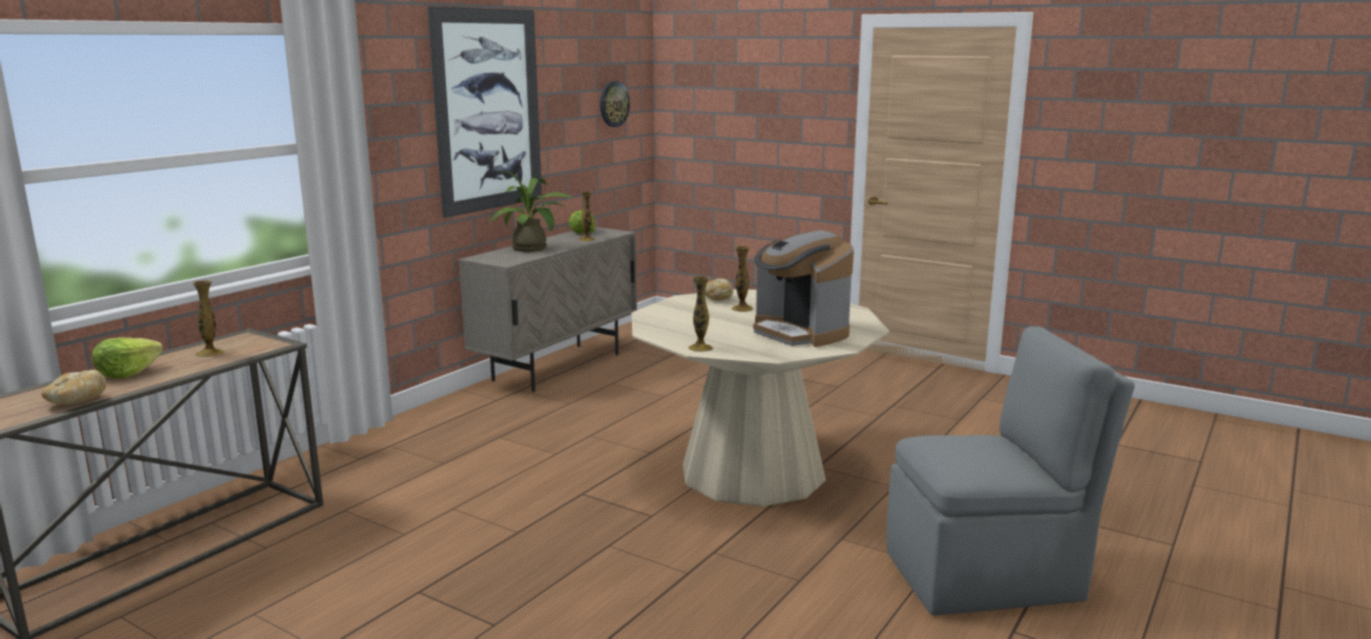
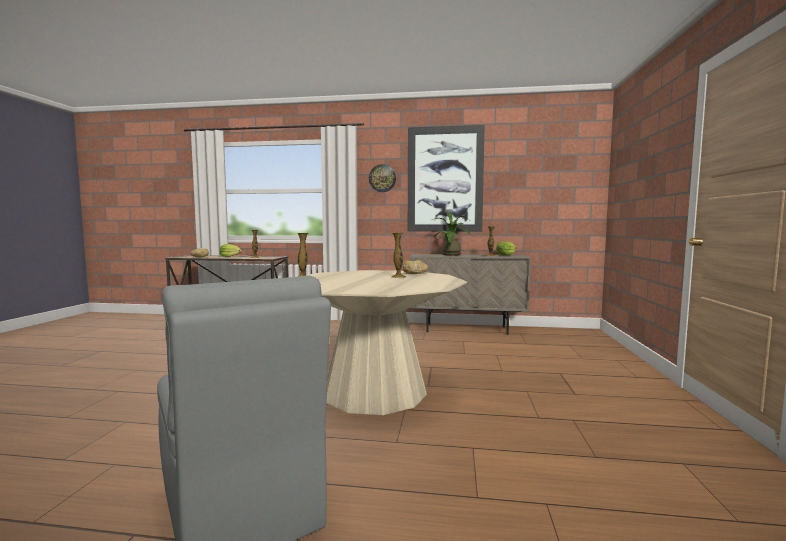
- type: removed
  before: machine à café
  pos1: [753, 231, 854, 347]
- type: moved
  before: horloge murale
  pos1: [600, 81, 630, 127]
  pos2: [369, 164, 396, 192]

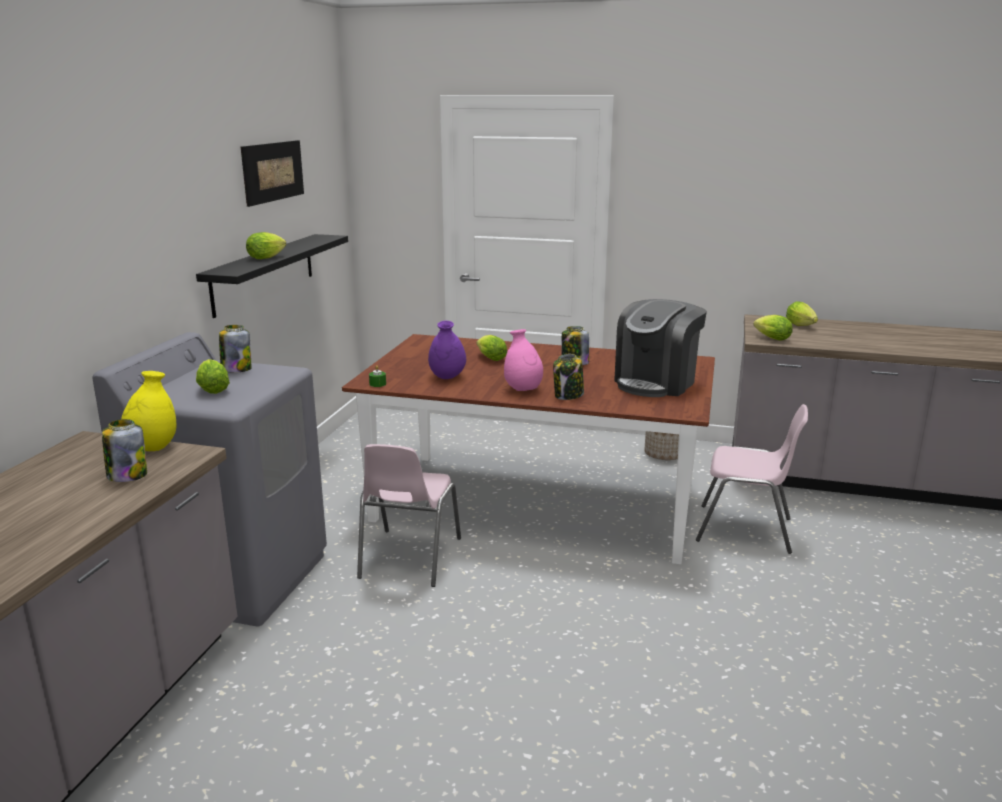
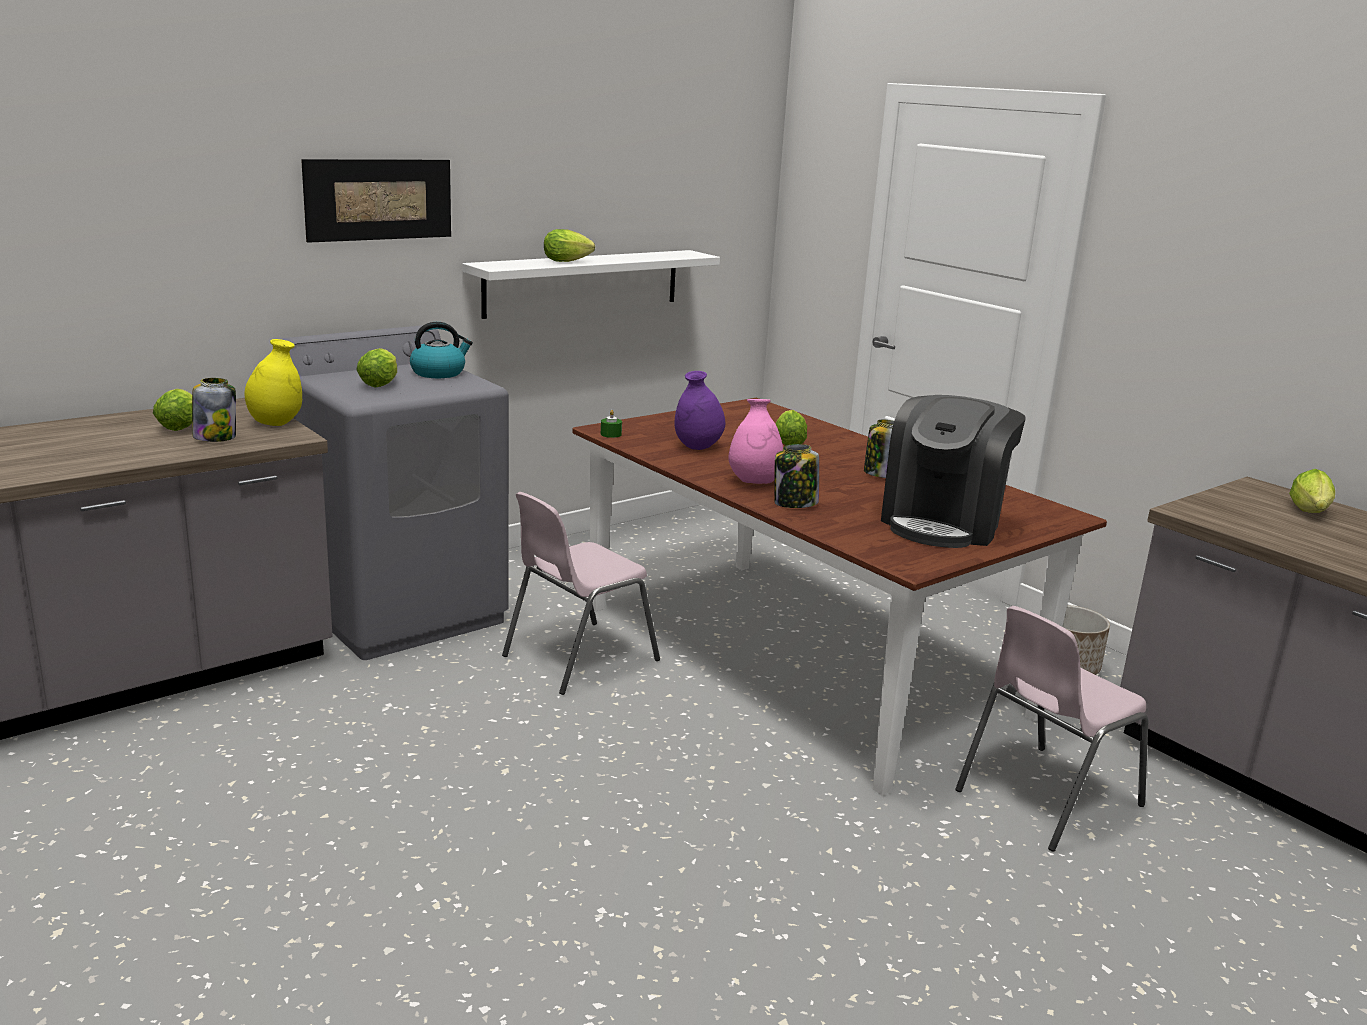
- type: moved
  before: tableau
  pos1: [241, 140, 304, 207]
  pos2: [301, 159, 451, 243]
- type: moved
  before: laitue
  pos1: [753, 315, 793, 341]
  pos2: [153, 389, 192, 431]
- type: replaced
  before: bocal
  after: bouilloire
  pos1: [219, 325, 252, 373]
  pos2: [410, 322, 473, 378]
- type: recoloured
  before: étagère/noir
  after: étagère/blanc
  pos1: [196, 234, 348, 318]
  pos2: [462, 250, 720, 319]
- type: turned
  before: machine à café
  pos1: [614, 299, 707, 397]
  pos2: [881, 395, 1025, 548]
  turn: -45
- type: turned
  before: chaise/rose
  pos1: [696, 404, 808, 554]
  pos2: [955, 606, 1148, 852]
  turn: 90

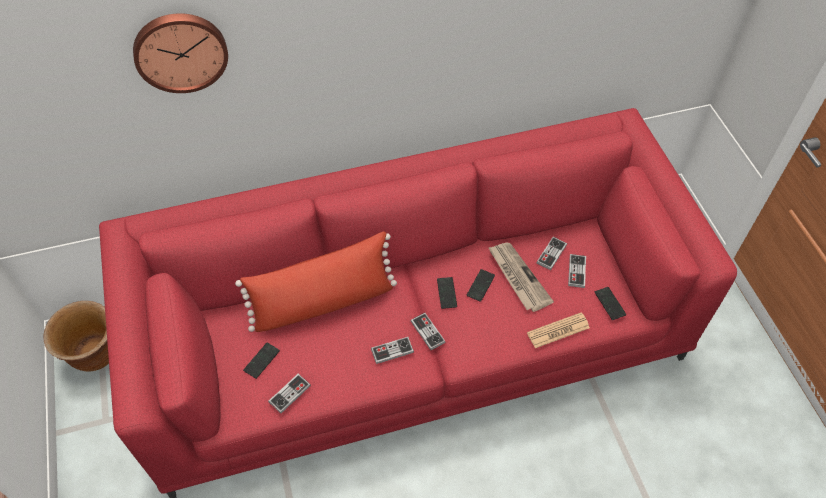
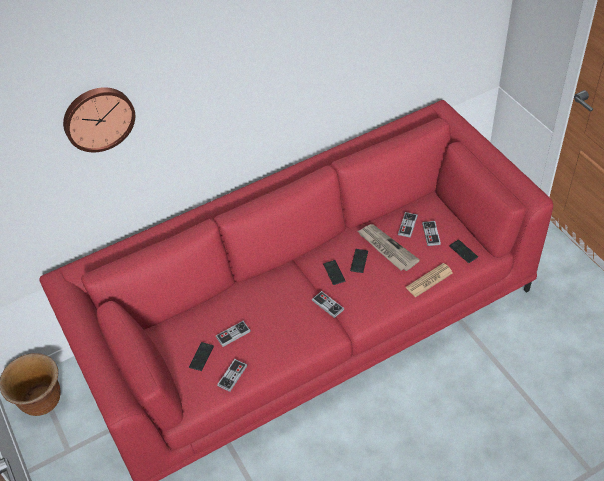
- type: removed
  before: coussin/rouge
  pos1: [235, 232, 397, 332]
- type: moved
  before: manette
  pos1: [371, 337, 414, 364]
  pos2: [215, 321, 251, 347]

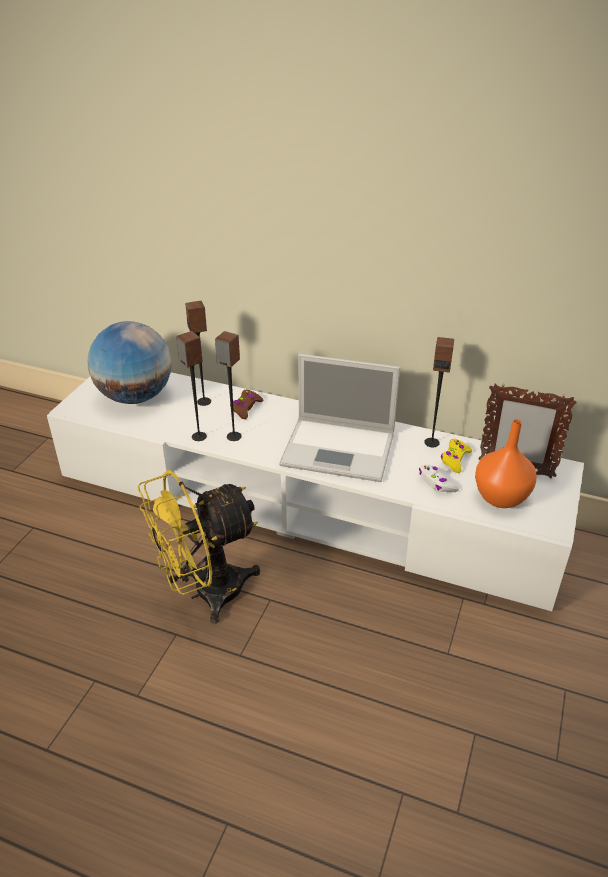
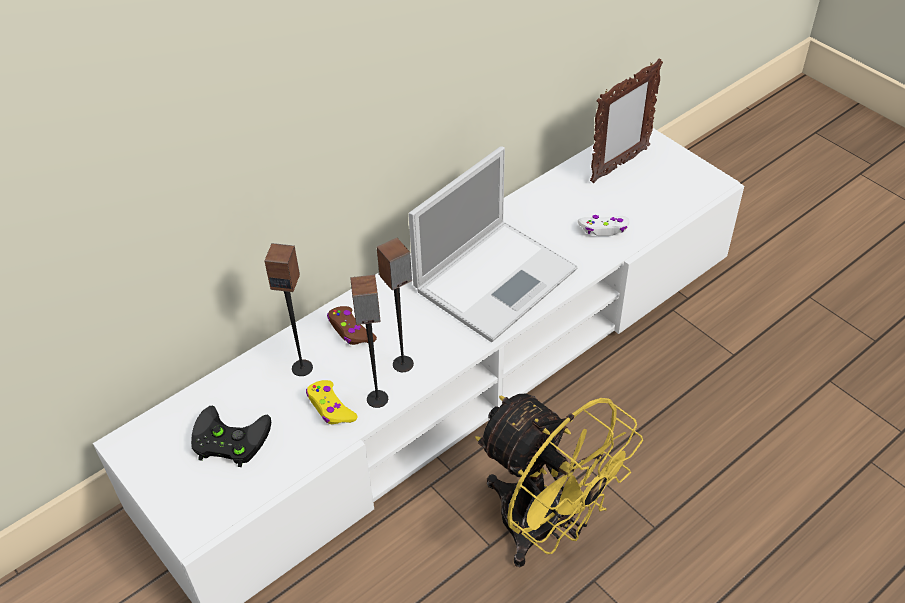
- type: removed
  before: enceinte
  pos1: [424, 337, 454, 447]
- type: removed
  before: vase/orange
  pos1: [475, 419, 536, 508]
- type: moved
  before: manette/jaune
  pos1: [441, 439, 472, 473]
  pos2: [306, 380, 358, 424]
- type: replaced
  before: globe
  after: manette/noir
  pos1: [87, 321, 171, 404]
  pos2: [191, 406, 271, 467]
- type: turned
  before: ventilateur/jaune
  pos1: [138, 470, 260, 624]
  pos2: [475, 394, 643, 568]
  turn: -45

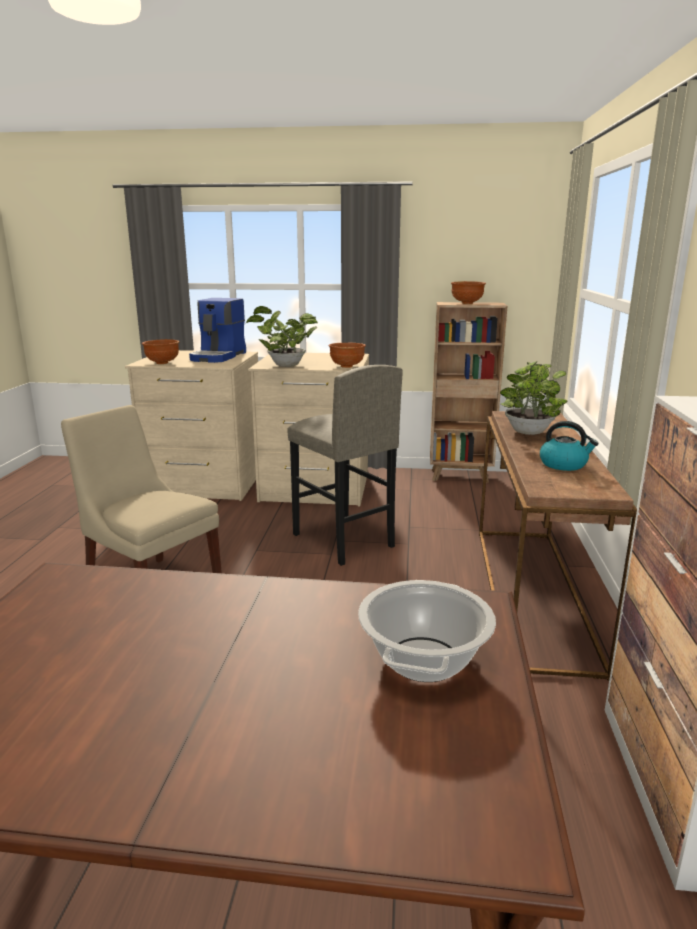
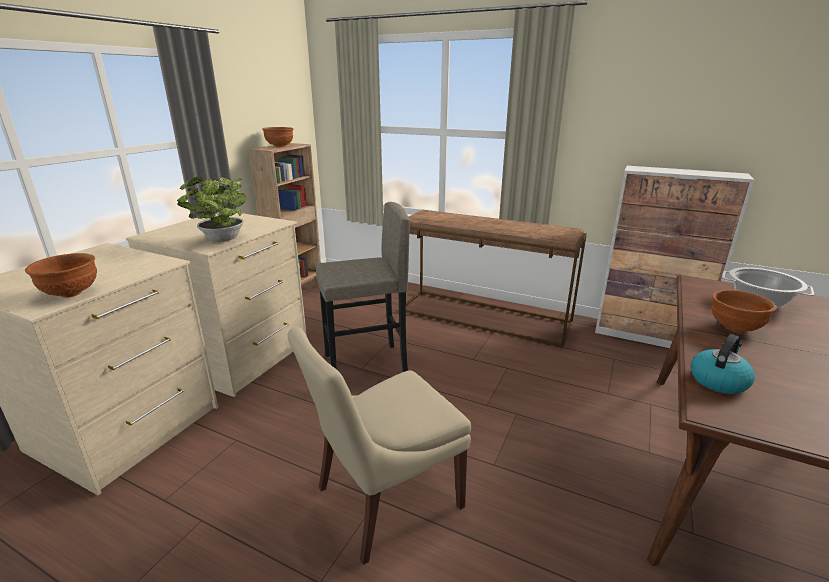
- type: removed
  before: machine à café
  pos1: [189, 298, 246, 363]
- type: removed
  before: plante en pot
  pos1: [500, 361, 567, 435]
- type: moved
  before: bol/marron
  pos1: [329, 343, 366, 368]
  pos2: [712, 290, 777, 332]
- type: moved
  before: bouilloire
  pos1: [540, 421, 598, 471]
  pos2: [691, 334, 755, 394]

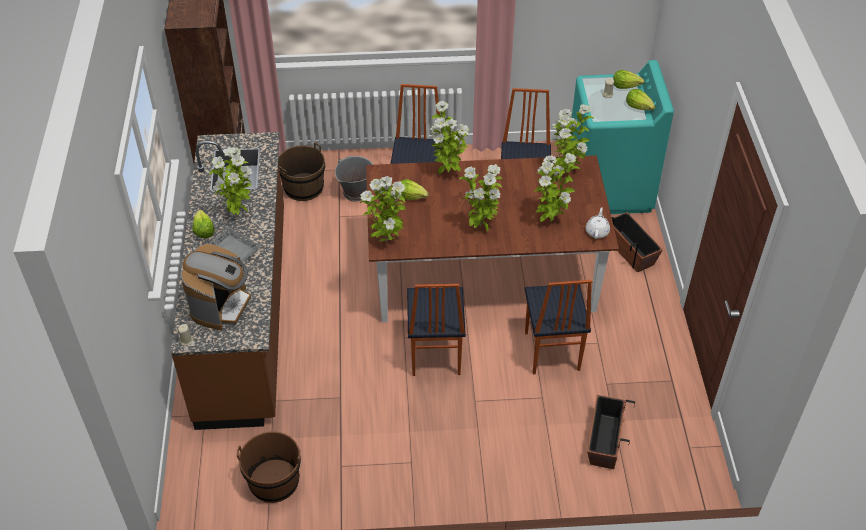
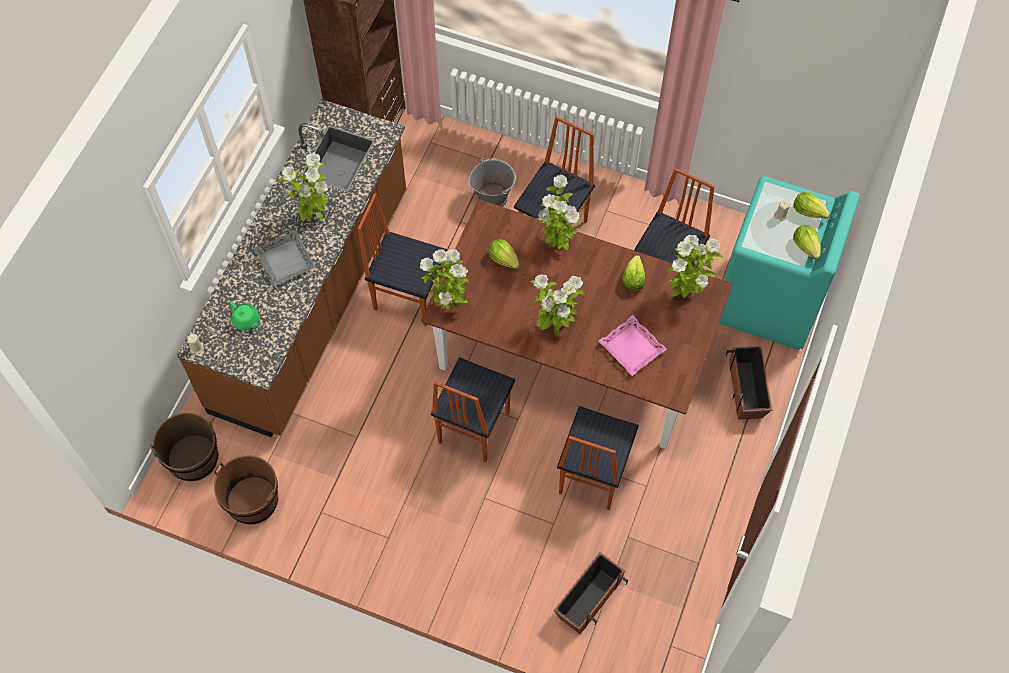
- type: removed
  before: théière/blanc
  pos1: [586, 207, 610, 239]
- type: added
  after: chaise
  pos2: [358, 193, 447, 327]
- type: moved
  before: laitue
  pos1: [193, 210, 215, 238]
  pos2: [622, 255, 645, 291]
- type: moved
  before: seau/marron
  pos1: [278, 142, 325, 201]
  pos2: [150, 413, 219, 481]
- type: replaced
  before: machine à café
  after: théière/vert
  pos1: [181, 244, 251, 330]
  pos2: [229, 301, 260, 331]
- type: replaced
  before: plante en pot
  after: plateau/rose
  pos1: [534, 153, 580, 222]
  pos2: [599, 315, 667, 376]

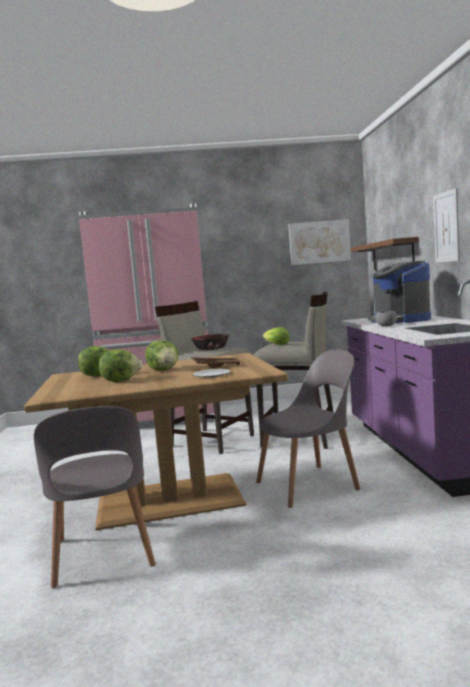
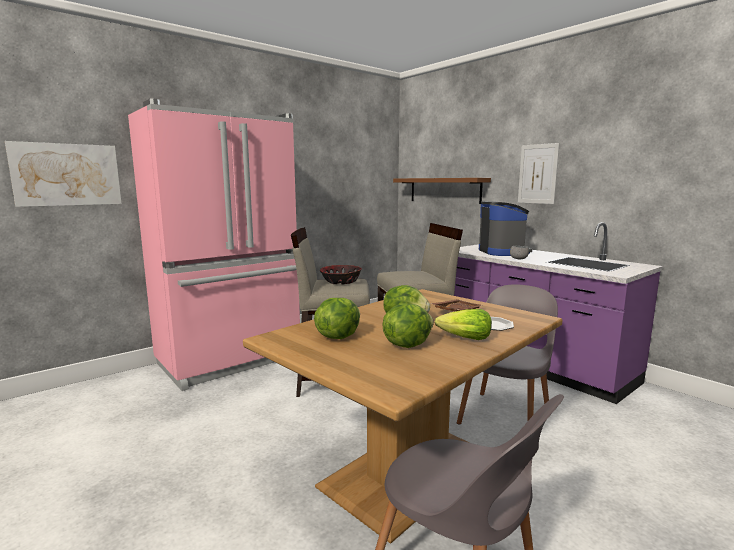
- type: moved
  before: laitue
  pos1: [263, 327, 290, 345]
  pos2: [435, 309, 492, 340]
- type: moved
  before: tableau
  pos1: [288, 219, 351, 265]
  pos2: [5, 141, 122, 207]
- type: turned
  before: machine à café
  pos1: [368, 261, 431, 323]
  pos2: [479, 201, 532, 256]
  turn: -135

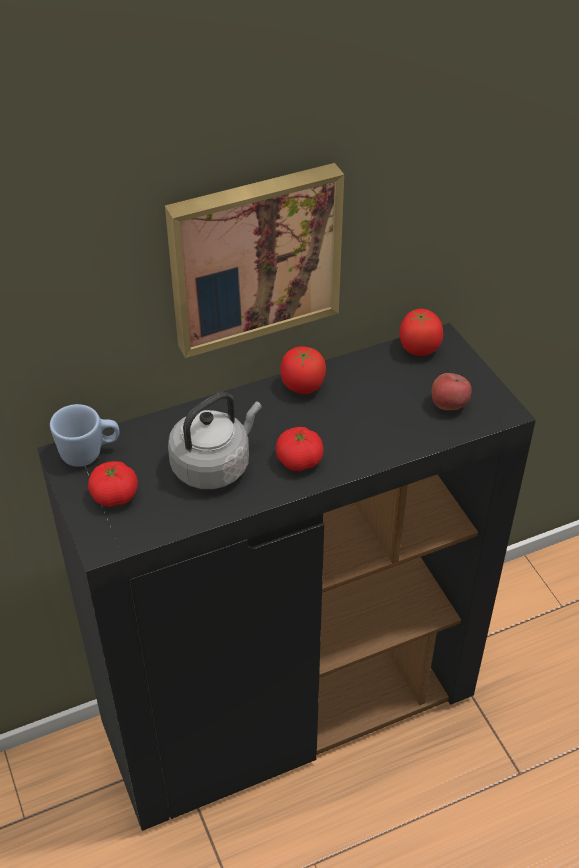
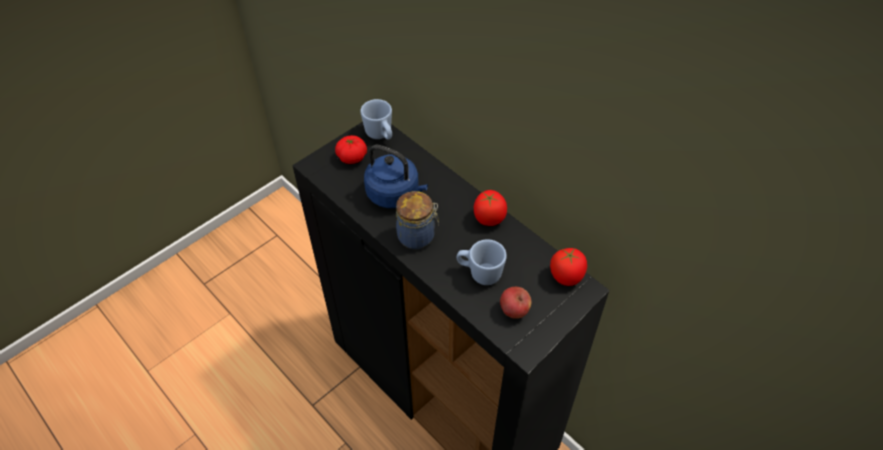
- type: removed
  before: tableau
  pos1: [165, 163, 344, 358]
- type: added
  after: mug/bleu
  pos2: [457, 239, 507, 285]
- type: replaced
  before: tomate
  after: bocal
  pos1: [276, 427, 324, 471]
  pos2: [396, 191, 439, 249]
- type: recoloured
  before: bouilloire/gris
  after: bouilloire/bleu
  pos1: [168, 392, 262, 489]
  pos2: [364, 145, 428, 208]

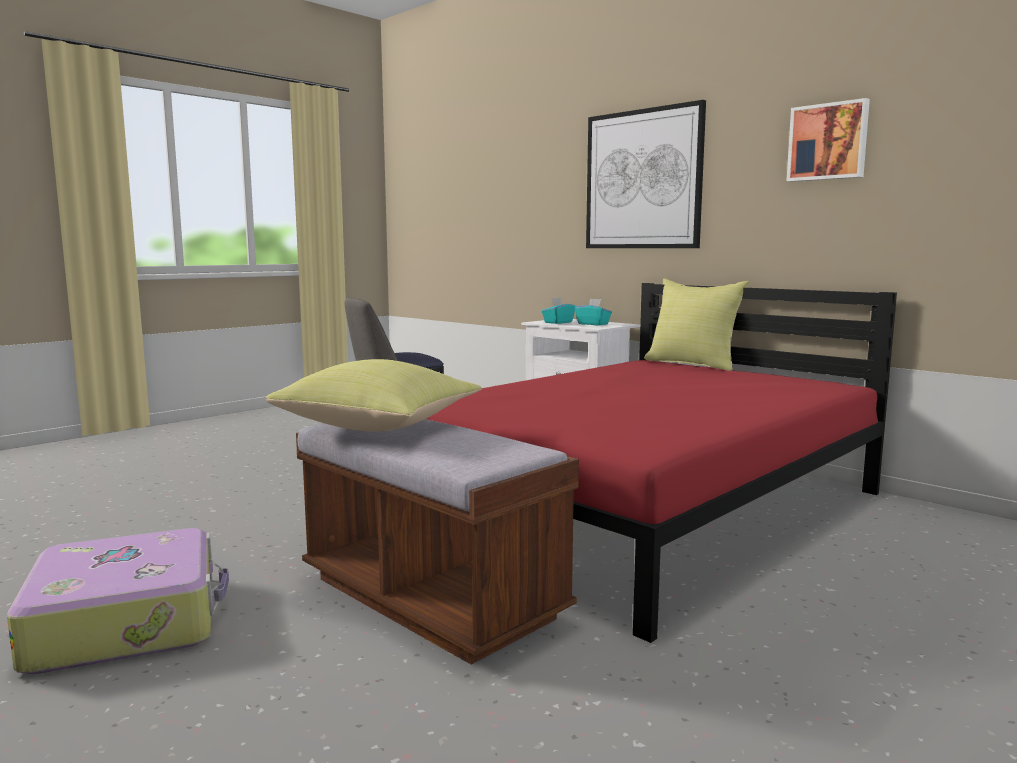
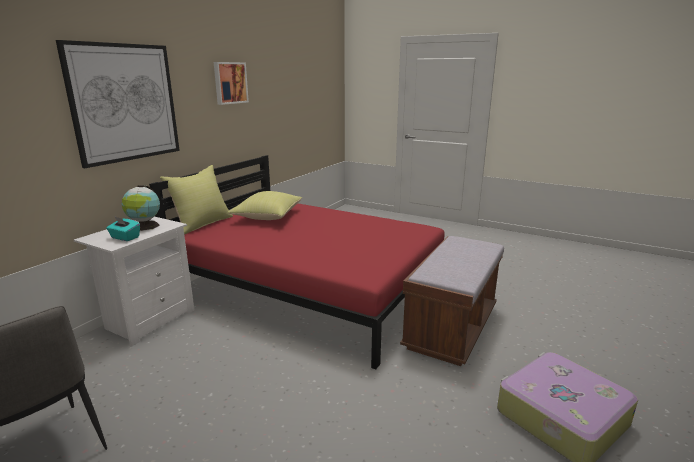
- type: moved
  before: coussin/jaune
  pos1: [266, 359, 482, 431]
  pos2: [228, 191, 302, 220]
- type: replaced
  before: boîte à mouchoirs/turquoise
  after: globe
  pos1: [575, 299, 612, 325]
  pos2: [121, 185, 160, 231]

